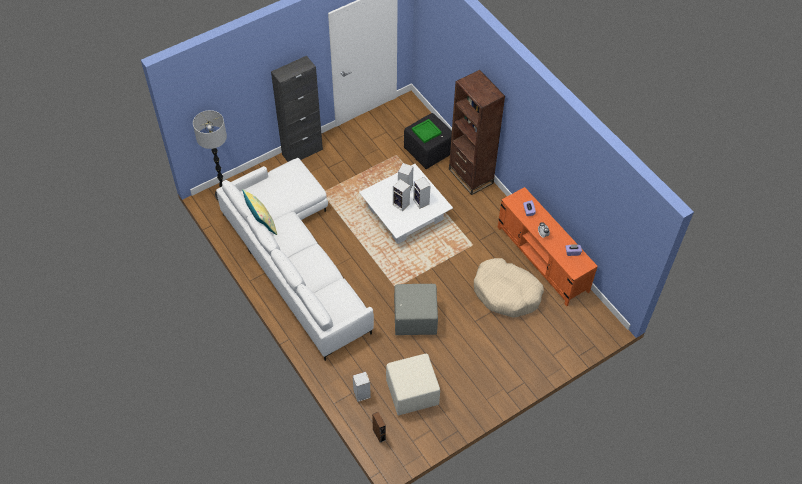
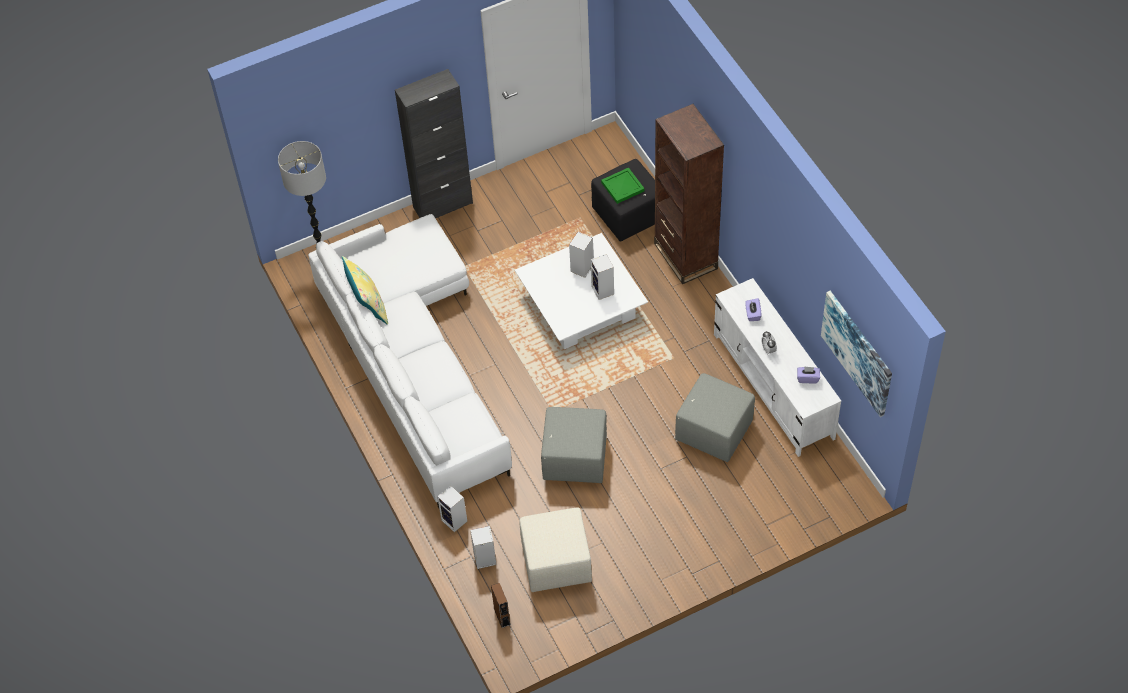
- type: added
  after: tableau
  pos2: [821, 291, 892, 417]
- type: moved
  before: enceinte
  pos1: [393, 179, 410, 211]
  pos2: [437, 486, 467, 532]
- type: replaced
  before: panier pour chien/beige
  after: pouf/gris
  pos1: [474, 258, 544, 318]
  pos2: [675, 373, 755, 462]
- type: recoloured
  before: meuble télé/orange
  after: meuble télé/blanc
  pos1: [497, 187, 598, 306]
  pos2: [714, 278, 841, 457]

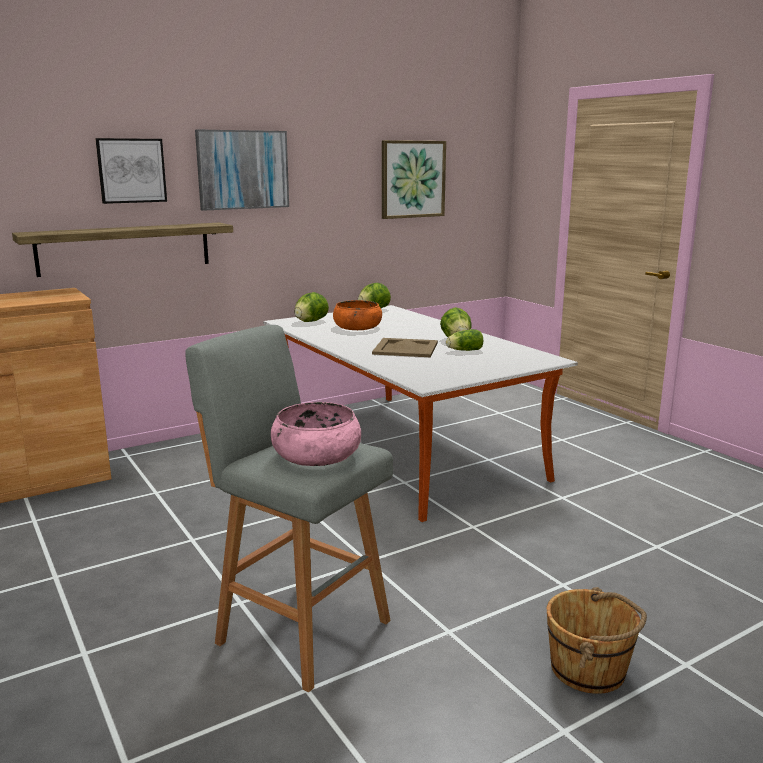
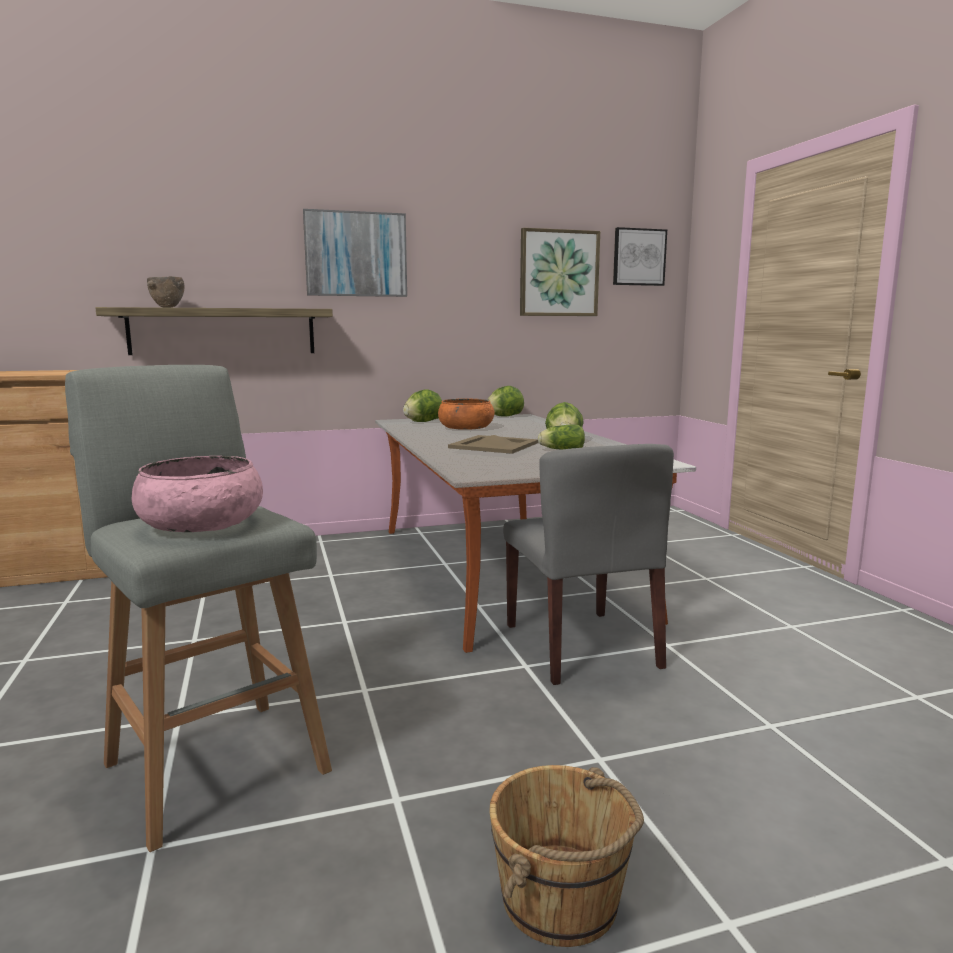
- type: added
  after: bol/marron
  pos2: [147, 276, 184, 308]
- type: added
  after: chaise/gris
  pos2: [503, 444, 674, 685]
- type: moved
  before: tableau
  pos1: [95, 138, 167, 204]
  pos2: [613, 227, 667, 286]

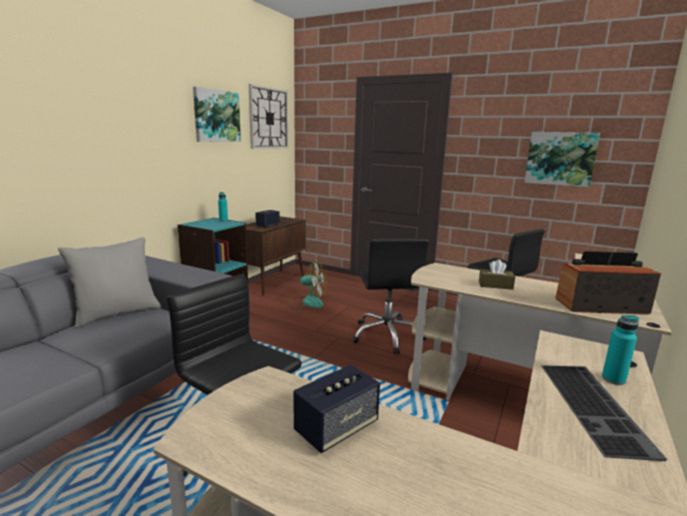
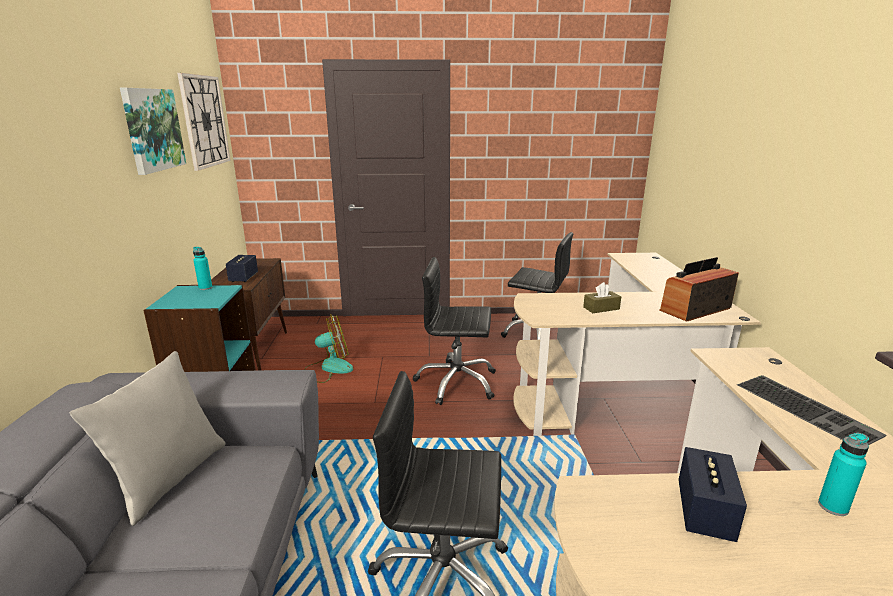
- type: removed
  before: tableau
  pos1: [524, 132, 600, 187]
- type: moved
  before: bouteille/turquoise
  pos1: [602, 315, 639, 385]
  pos2: [818, 433, 869, 516]
- type: turned
  before: chaise de bureau/noir
  pos1: [352, 239, 429, 354]
  pos2: [412, 257, 496, 405]
  turn: 135

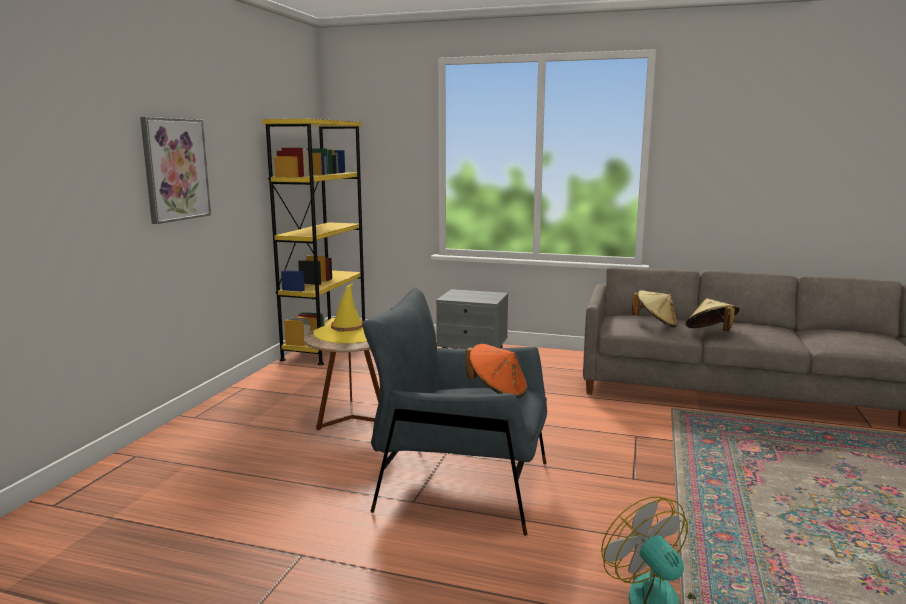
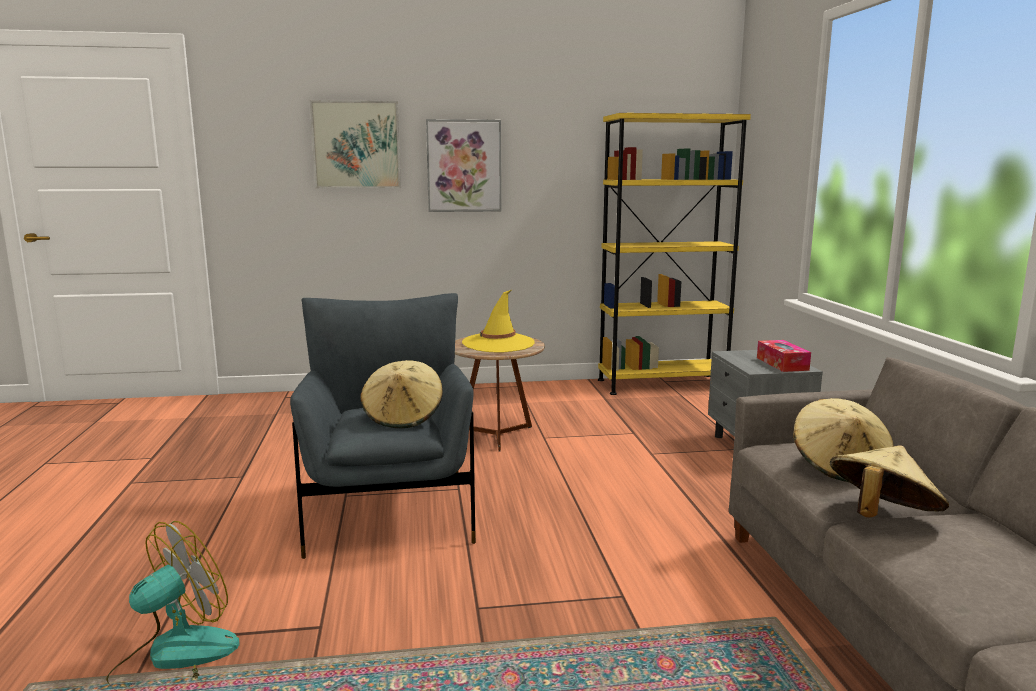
- type: added
  after: tableau
  pos2: [310, 100, 401, 189]
- type: added
  after: boîte à mouchoirs
  pos2: [757, 340, 811, 372]
- type: recoloured
  before: chapeau/orange
  after: chapeau/beige
  pos1: [466, 344, 527, 398]
  pos2: [361, 360, 443, 428]

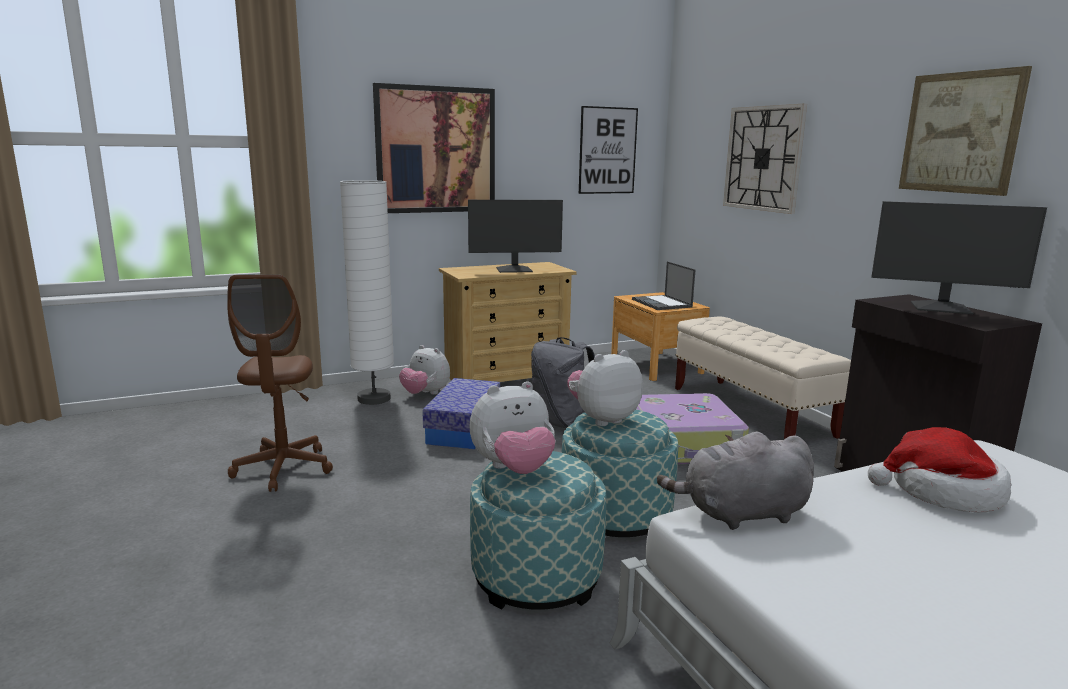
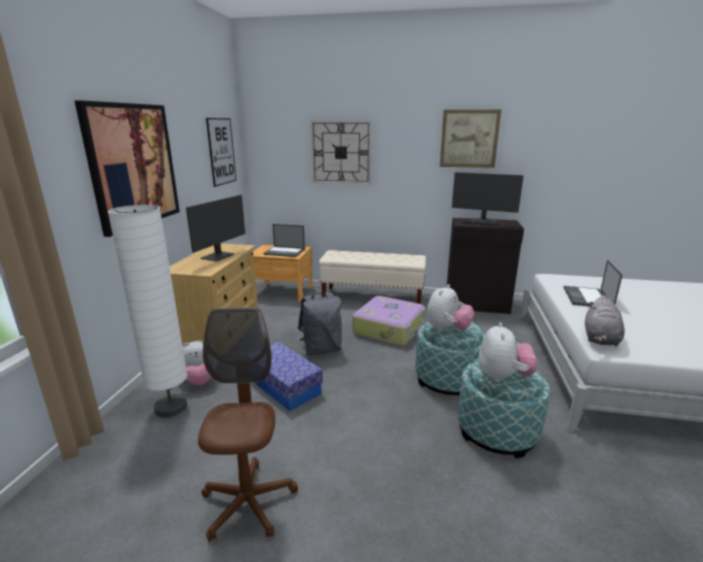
- type: replaced
  before: chapeau
  after: ordinateur portable
  pos1: [868, 427, 1011, 513]
  pos2: [563, 260, 622, 307]
- type: turned
  before: chaise de bureau/marron
  pos1: [227, 274, 333, 492]
  pos2: [198, 308, 298, 542]
  turn: -120
- type: turned
  before: peluche
  pos1: [567, 350, 643, 426]
  pos2: [426, 284, 474, 332]
  turn: -150
- type: turned
  before: écran d'ordinateur
  pos1: [871, 201, 1047, 314]
  pos2: [452, 172, 524, 225]
  turn: 60

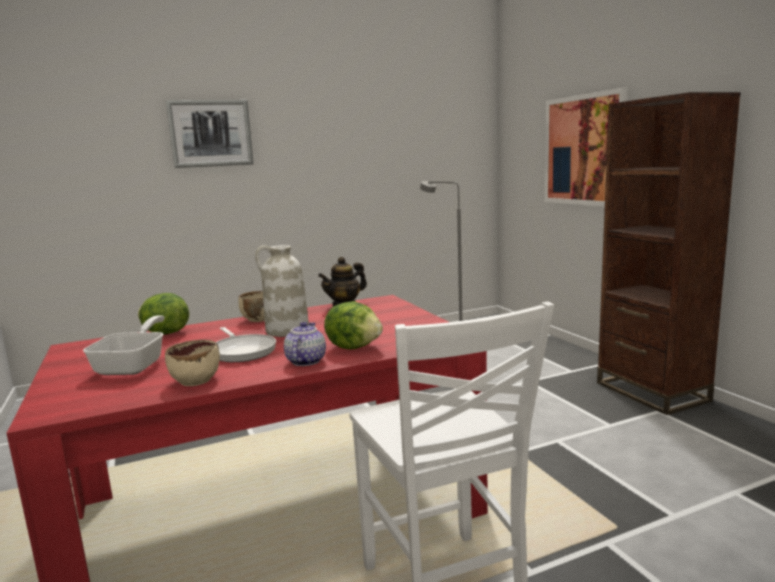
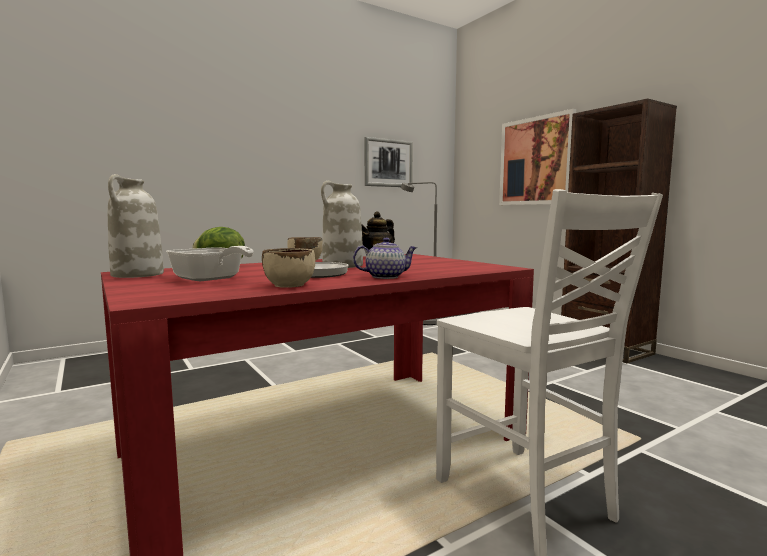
- type: removed
  before: laitue
  pos1: [324, 301, 383, 349]
- type: added
  after: vase/blanc
  pos2: [108, 174, 164, 278]
- type: moved
  before: tableau
  pos1: [166, 100, 254, 168]
  pos2: [364, 137, 413, 187]
- type: turned
  before: poêle
  pos1: [83, 315, 164, 375]
  pos2: [166, 246, 254, 281]
  turn: 135
- type: turned
  before: théière
  pos1: [284, 322, 326, 366]
  pos2: [353, 238, 417, 279]
  turn: 75

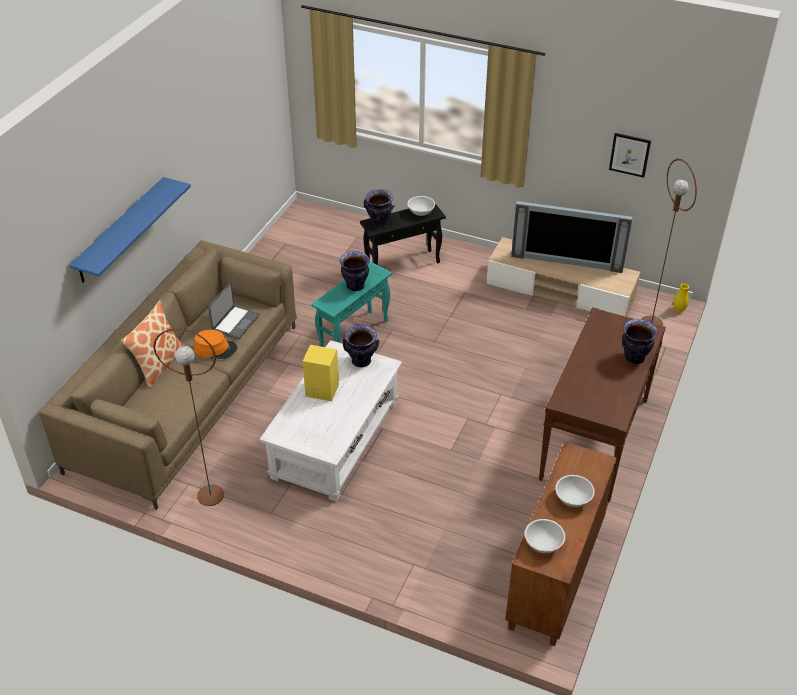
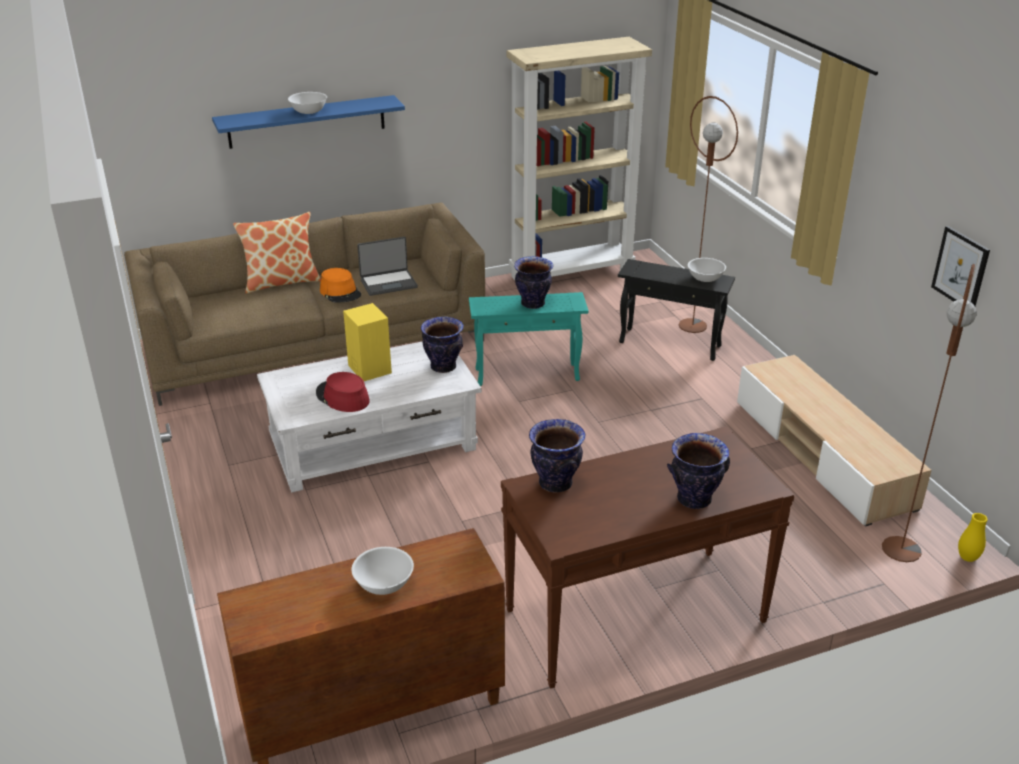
- type: removed
  before: téléviseur
  pos1: [511, 201, 632, 273]
- type: added
  after: chapeau/rouge
  pos2: [316, 372, 370, 412]
- type: added
  after: bibliothèque/beige
  pos2: [507, 37, 652, 280]
- type: moved
  before: lampadaire/marron
  pos1: [153, 329, 224, 506]
  pos2: [679, 96, 738, 333]
- type: moved
  before: vase
  pos1: [364, 189, 395, 227]
  pos2: [529, 419, 586, 493]
- type: moved
  before: bol/blanc
  pos1: [525, 519, 565, 553]
  pos2: [288, 92, 327, 114]

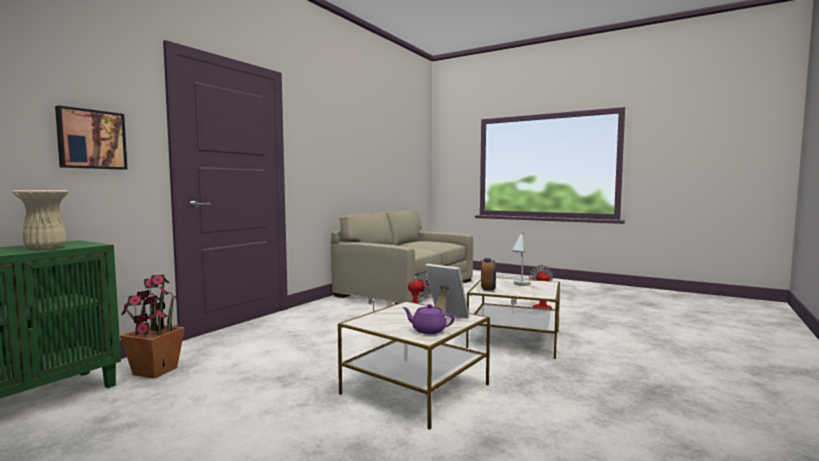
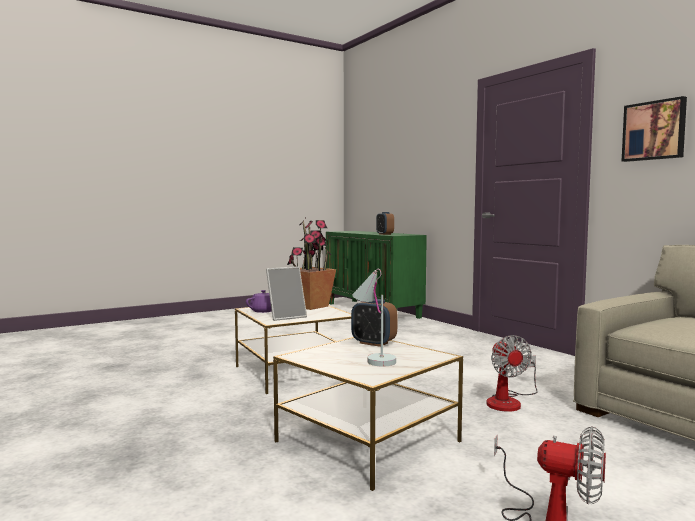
- type: moved
  before: tableau
  pos1: [55, 105, 127, 170]
  pos2: [622, 96, 687, 162]
- type: moved
  before: plante en pot
  pos1: [120, 275, 185, 379]
  pos2: [287, 217, 336, 310]
- type: replaced
  before: vase/beige
  after: réveil
  pos1: [12, 190, 69, 250]
  pos2: [376, 212, 394, 235]

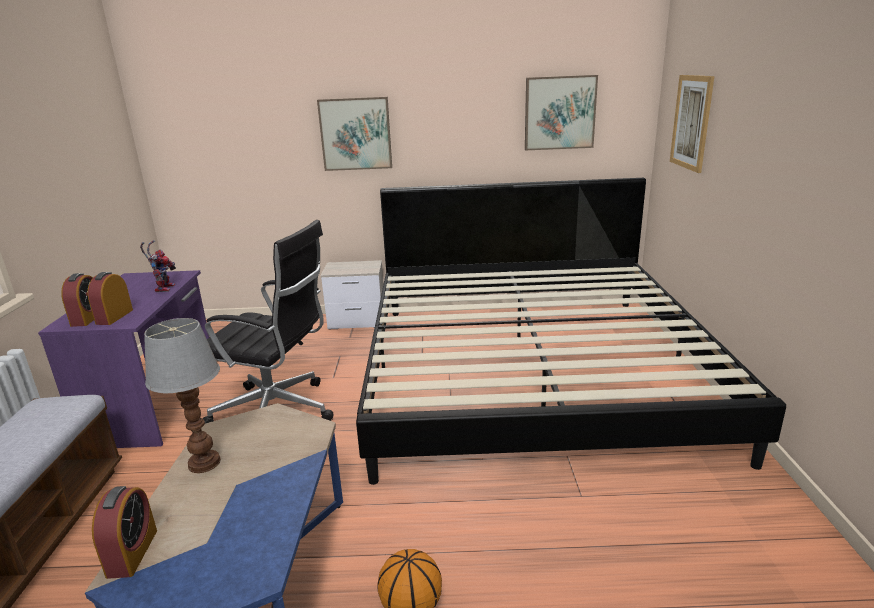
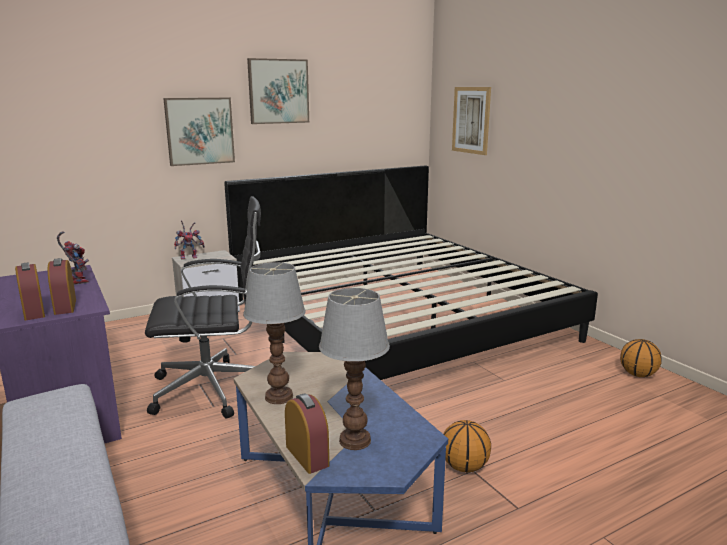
- type: added
  after: robot jouet
  pos2: [174, 220, 205, 260]
- type: added
  after: lampe de table
  pos2: [319, 288, 390, 450]
- type: added
  after: ballon de basket
  pos2: [620, 339, 662, 377]
- type: moved
  before: tableau
  pos1: [525, 75, 598, 151]
  pos2: [247, 58, 309, 124]

